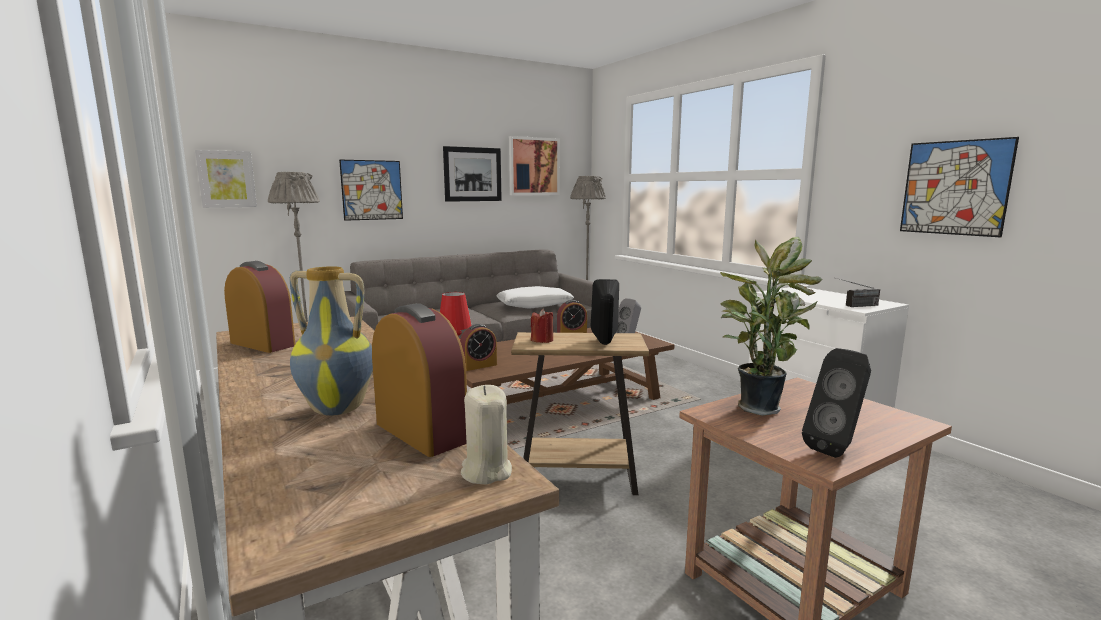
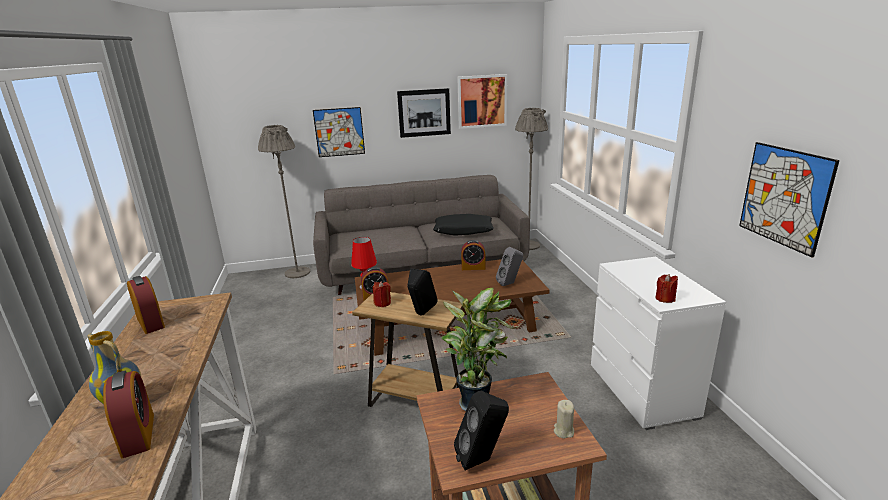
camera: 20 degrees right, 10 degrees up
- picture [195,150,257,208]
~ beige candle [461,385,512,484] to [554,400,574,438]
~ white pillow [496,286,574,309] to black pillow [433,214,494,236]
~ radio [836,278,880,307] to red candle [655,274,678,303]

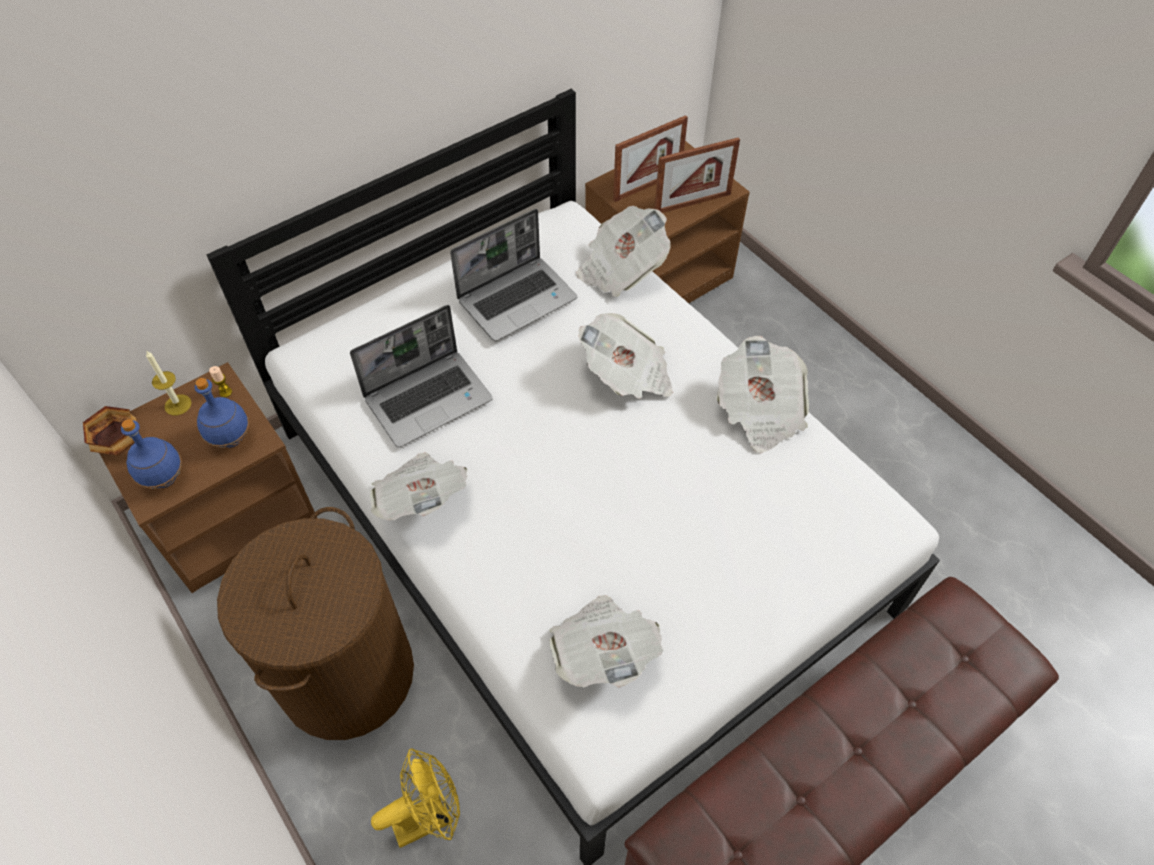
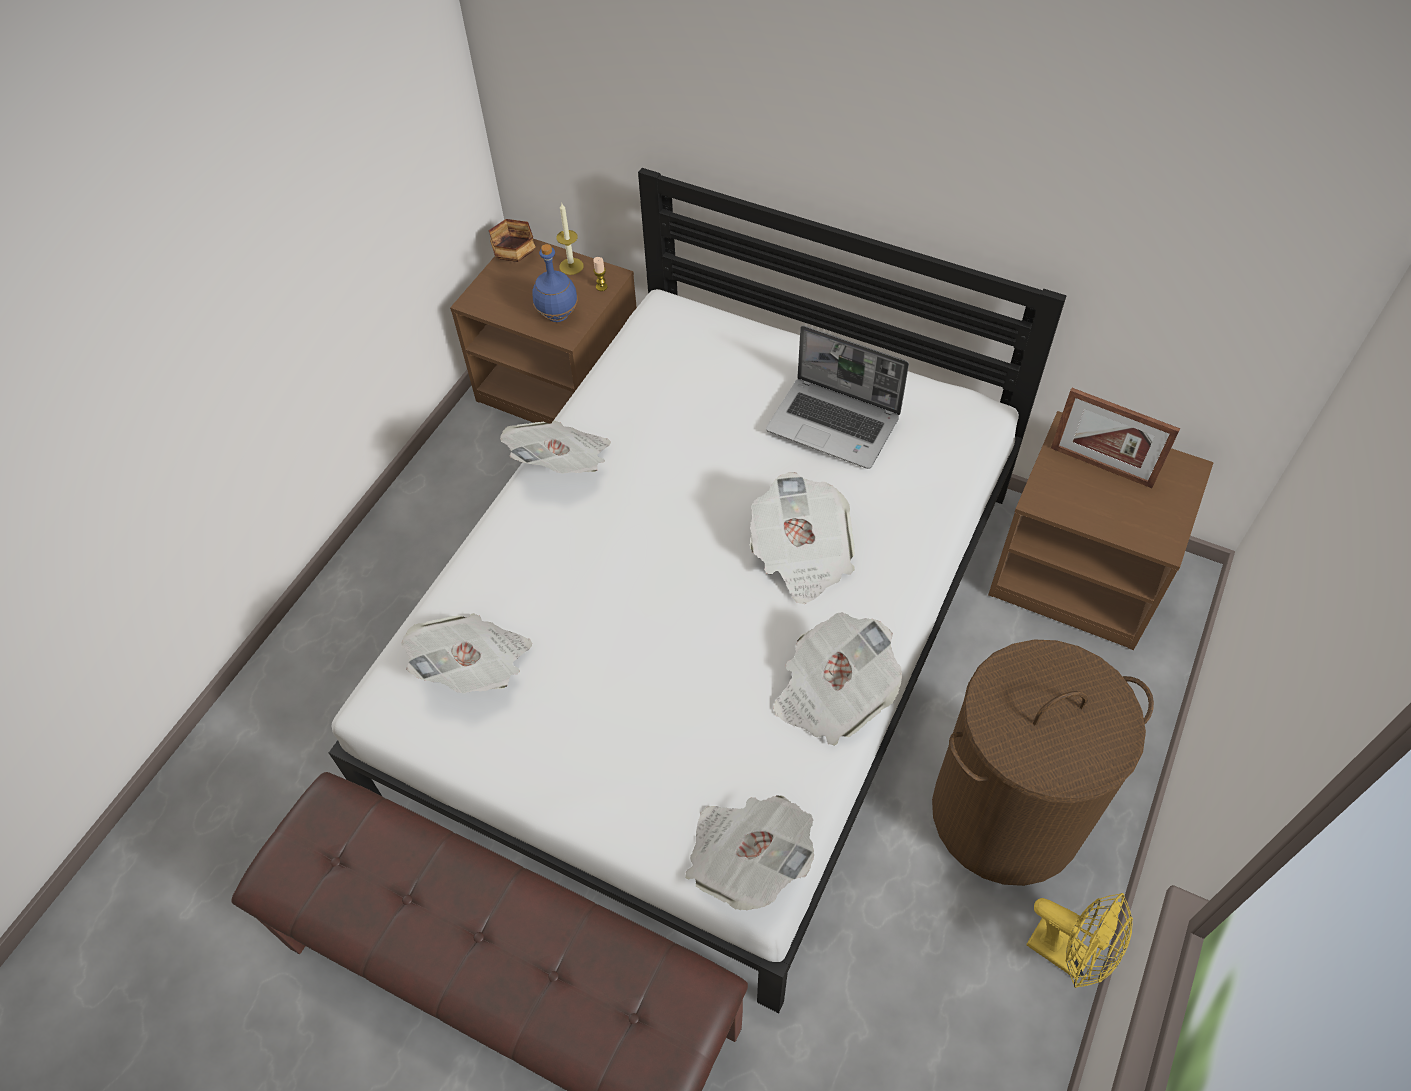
camera: 65 degrees right, 0 degrees up
- blue bottle [121,419,182,489]
~ brown laundry basket [217,507,414,740] to [932,639,1154,886]
- laptop [350,305,493,448]
~ yellow fan [371,748,460,848] to [1027,893,1133,988]
~ newspaper [577,206,671,297] to [685,795,814,910]
- picture frame [655,137,740,213]

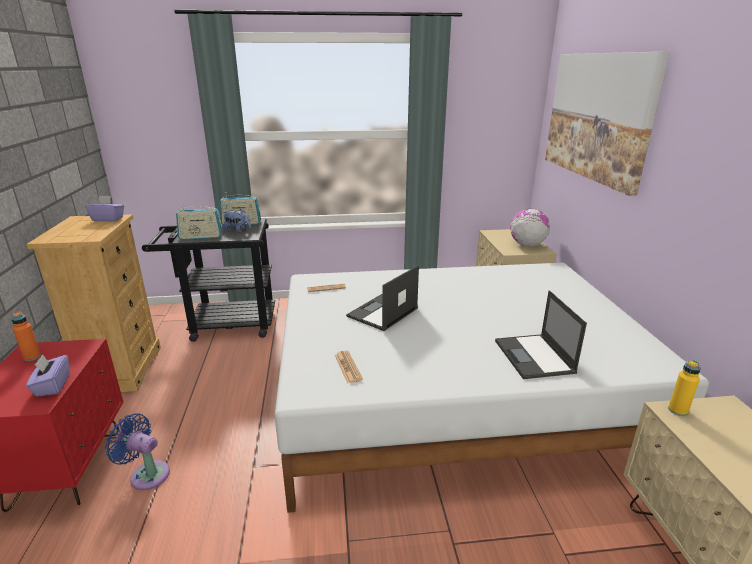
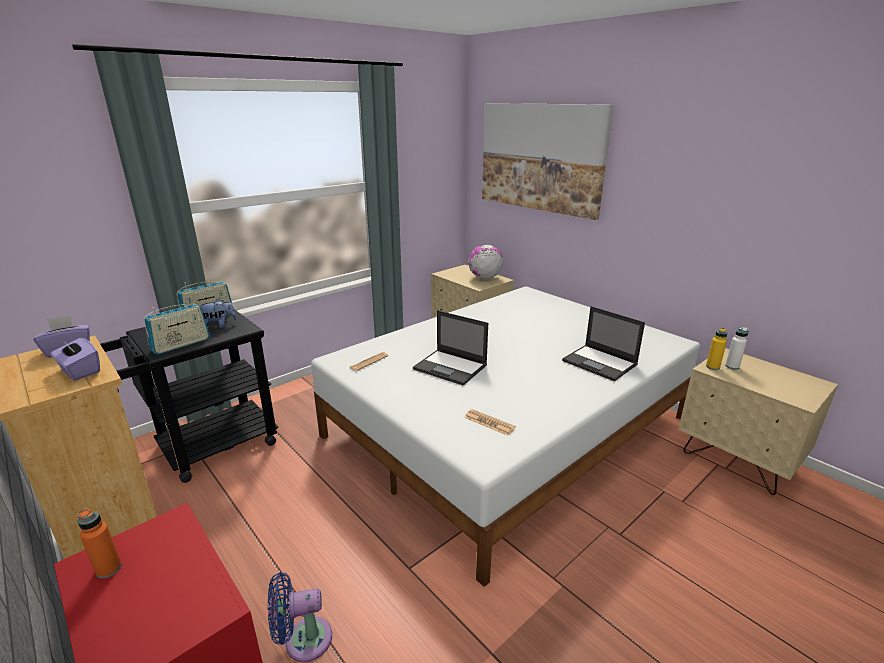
camera: 35 degrees left, 0 degrees up
~ purple tissue box [26,354,69,397] to [51,336,100,381]
~ laptop [346,265,419,331] = [413,310,488,386] 60 degrees counterclockwise
+ white bottle [725,327,749,370]

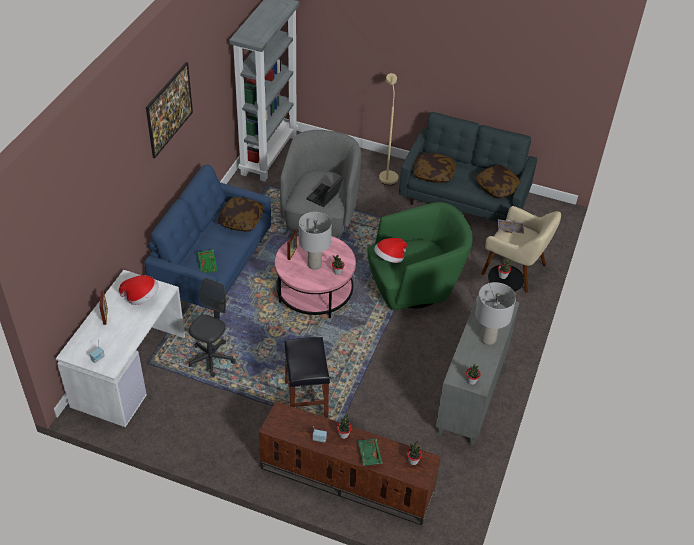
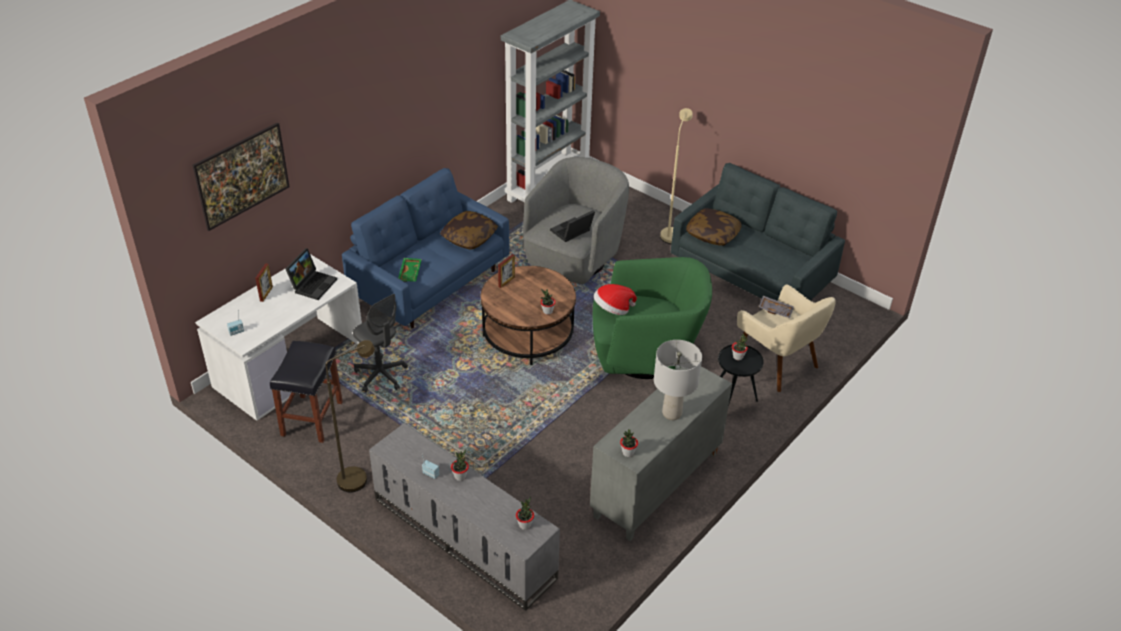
camera: 20 degrees right, 5 degrees down
~ hat [119,275,159,305] to laptop [285,248,337,300]
~ picture [146,62,193,158] to [192,123,290,231]
~ grey office chair [188,278,236,377] = [353,294,408,392] 90 degrees clockwise
~ brown tv stand [259,401,441,526] to grey tv stand [369,423,560,611]
~ pink coffee table [275,233,356,318] to brown coffee table [481,266,576,365]
~ black stool [284,337,330,418] to [270,341,343,443]
- grey table lamp [299,212,332,270]
- green tray [358,439,383,466]
- pillow [475,165,521,198]
+ brown floor lamp [325,340,375,492]

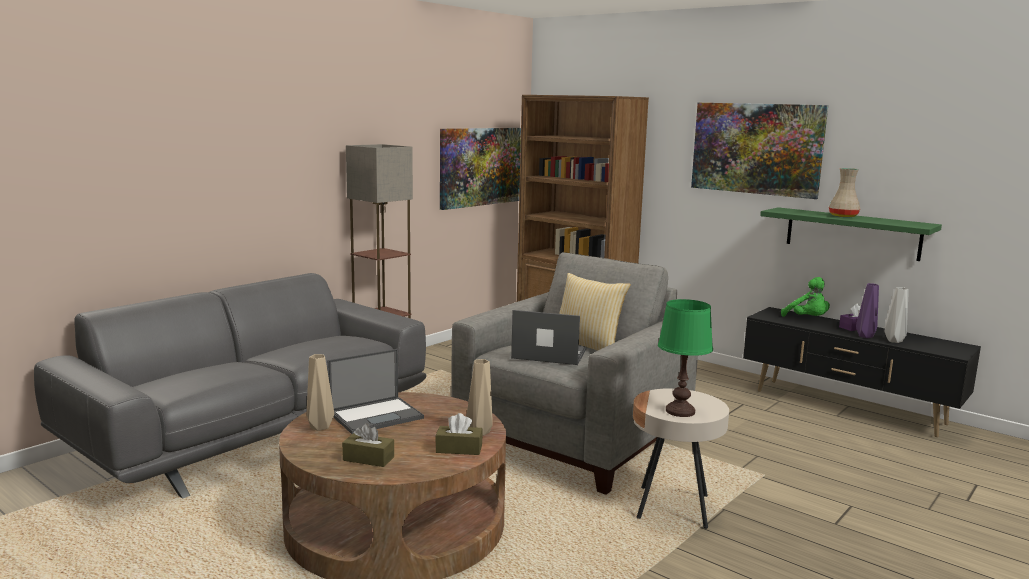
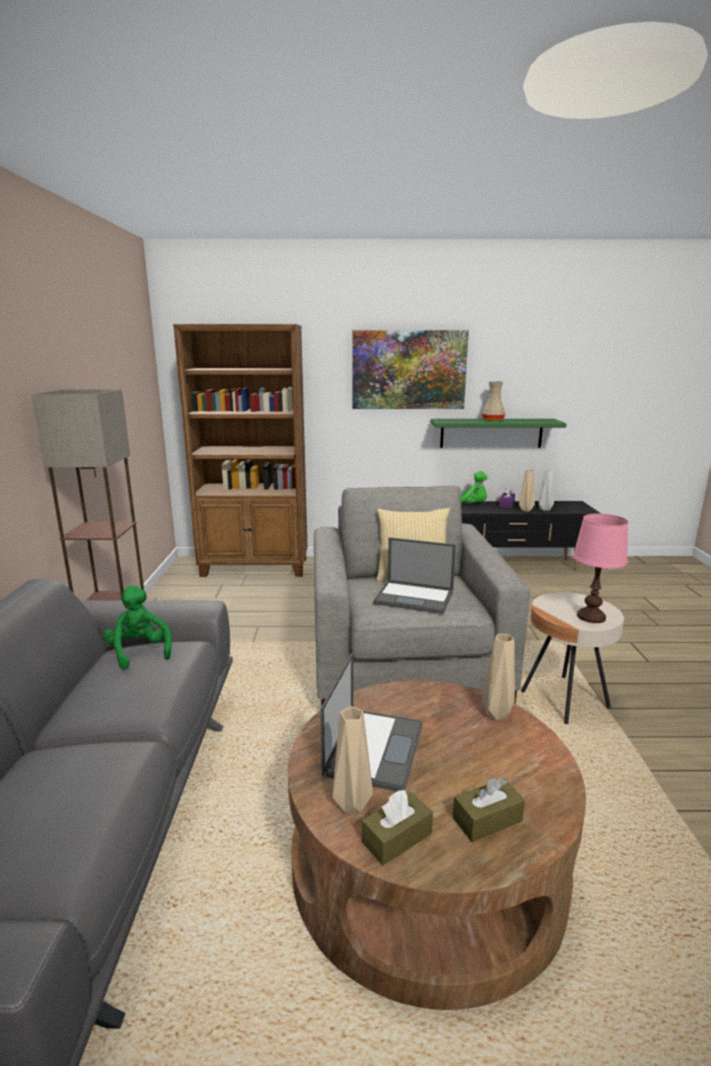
camera: 40 degrees left, 5 degrees up
~ brown tissue box [435,413,483,455] to [362,789,433,866]
- picture [440,128,521,210]
~ laptop [511,310,586,365] = [373,537,456,614] 135 degrees counterclockwise
~ green table lamp [658,299,713,417] to pink table lamp [573,513,628,623]
~ purple vase [856,283,879,338] to beige vase [519,469,535,512]
+ green plush toy [103,586,172,669]

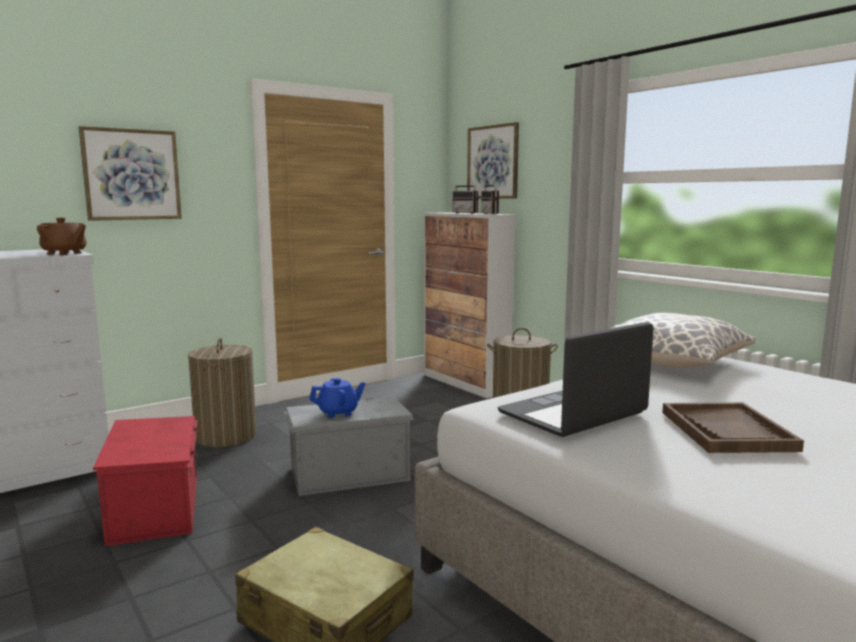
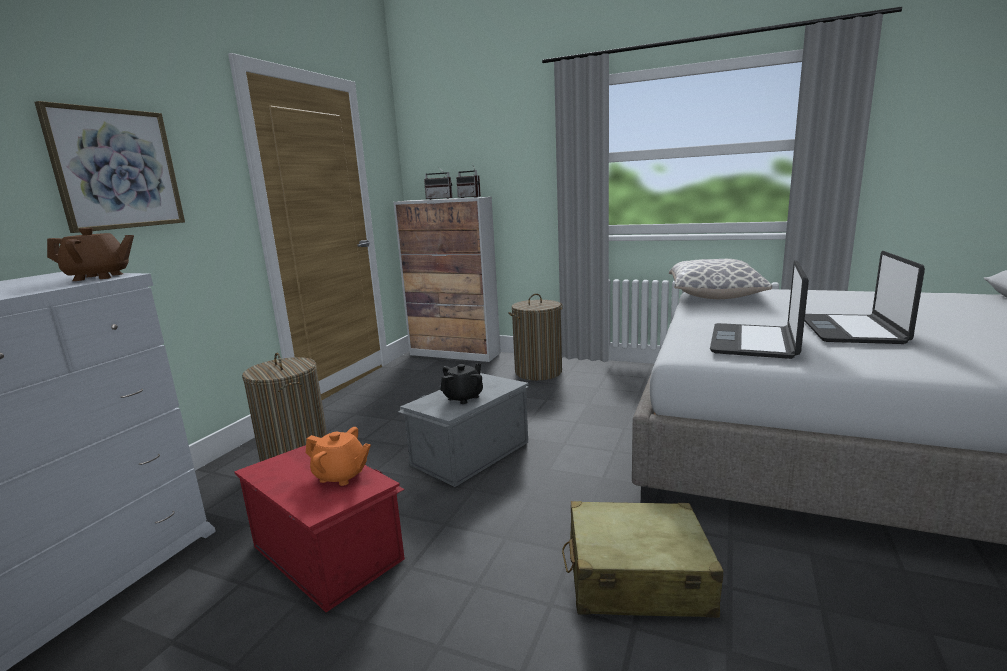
camera: 30 degrees left, 5 degrees up
~ blue teapot [309,378,366,418] to black teapot [440,363,483,404]
- picture [467,122,519,199]
~ brown tray [662,402,804,453] to laptop [805,251,925,344]
+ orange teapot [306,427,371,486]

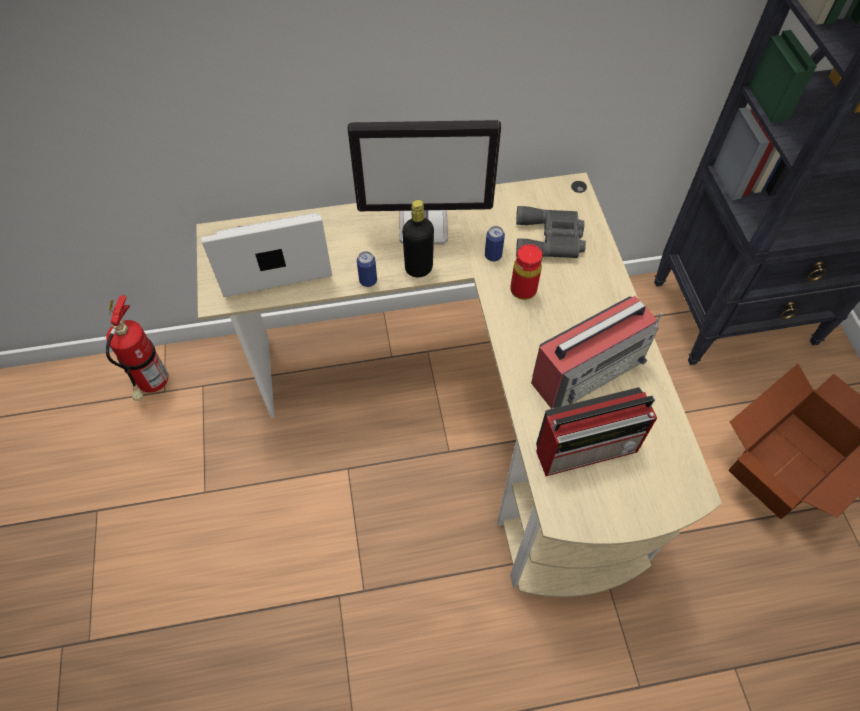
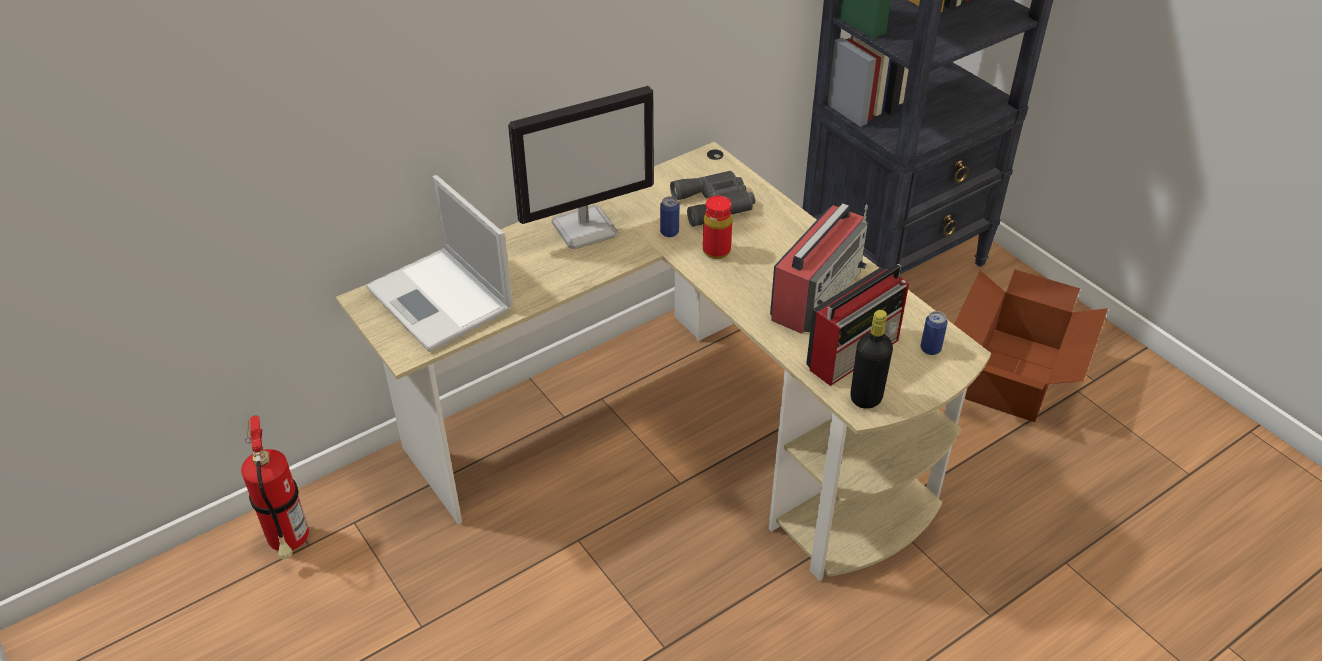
camera: 25 degrees left, 15 degrees down
~ laptop [201,212,332,297] = [366,175,513,352] 90 degrees counterclockwise
~ can [357,251,377,287] to [920,311,948,355]
~ black bottle [402,200,434,277] to [851,310,893,409]

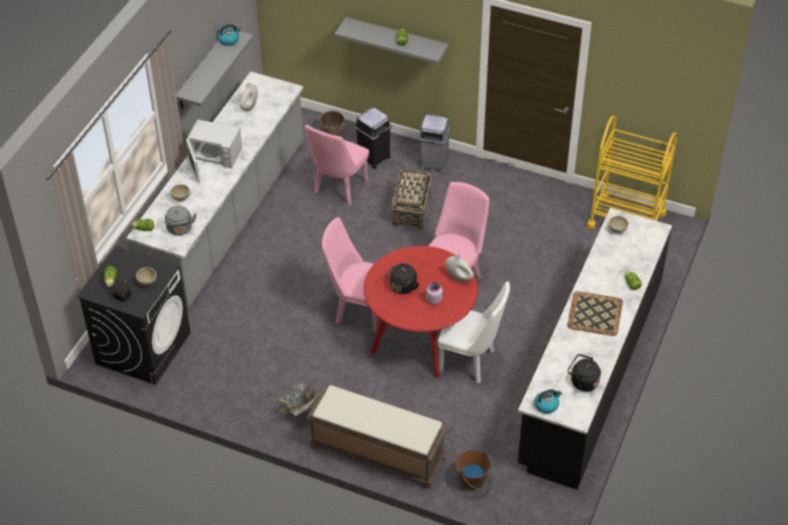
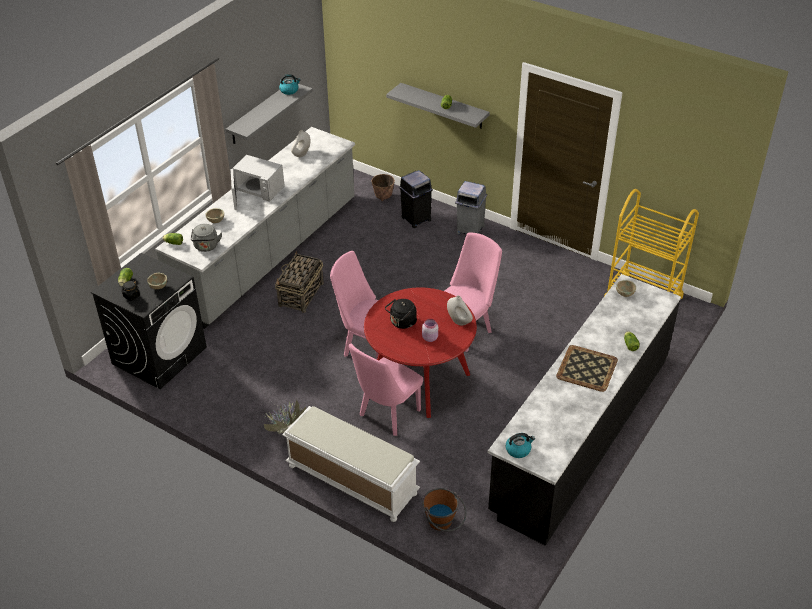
camera: 10 degrees right, 5 degrees down
~ pink chair [305,125,369,206] to [349,344,423,436]
~ brown bench [306,385,448,488] to white bench [282,406,420,522]
~ basket [392,167,431,230] to [275,252,324,313]
- white chair [437,281,510,384]
- black kettle [567,354,601,392]

